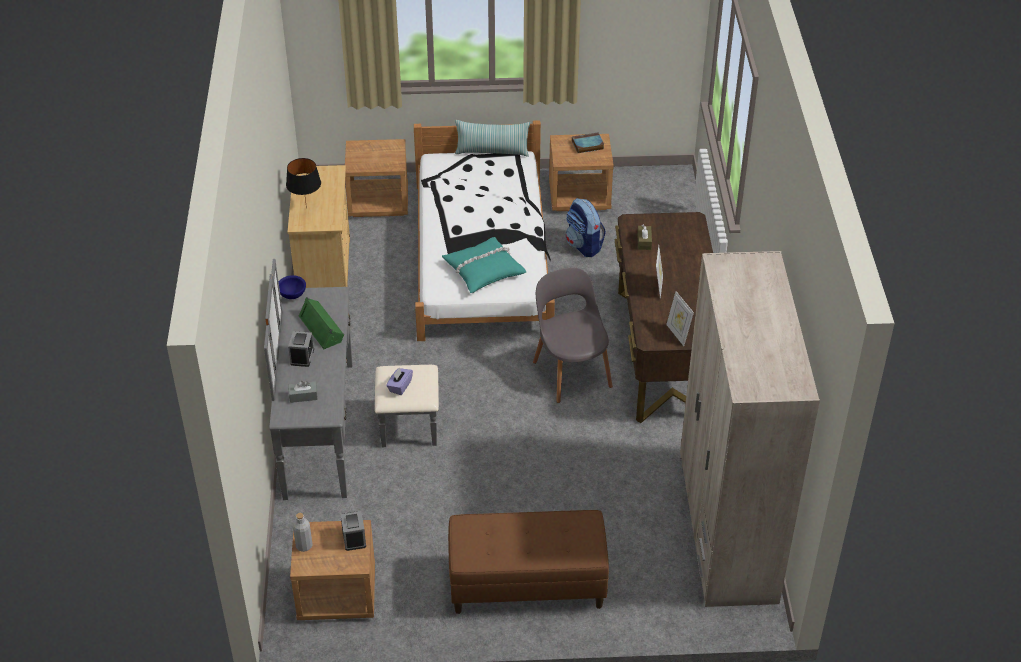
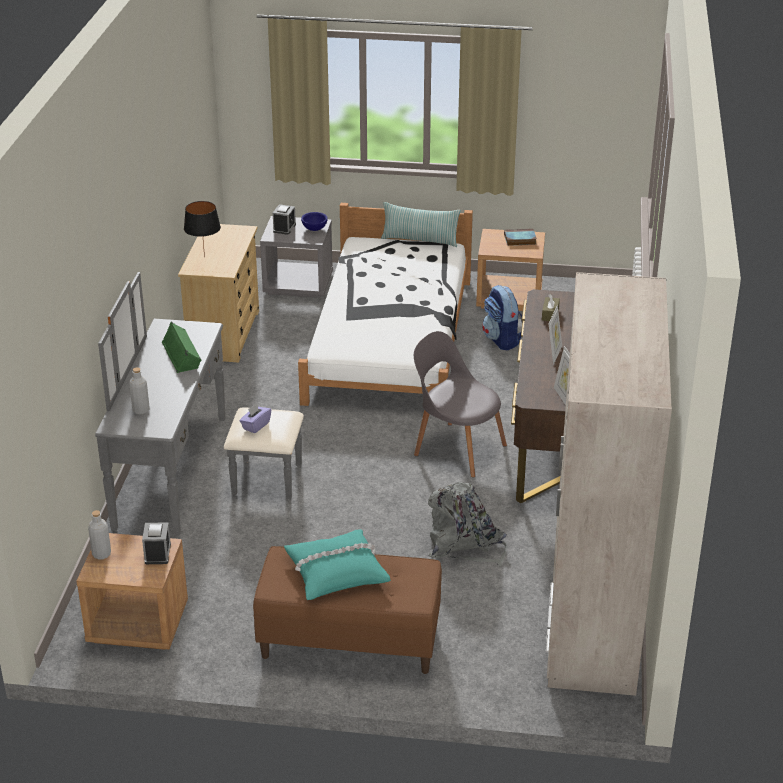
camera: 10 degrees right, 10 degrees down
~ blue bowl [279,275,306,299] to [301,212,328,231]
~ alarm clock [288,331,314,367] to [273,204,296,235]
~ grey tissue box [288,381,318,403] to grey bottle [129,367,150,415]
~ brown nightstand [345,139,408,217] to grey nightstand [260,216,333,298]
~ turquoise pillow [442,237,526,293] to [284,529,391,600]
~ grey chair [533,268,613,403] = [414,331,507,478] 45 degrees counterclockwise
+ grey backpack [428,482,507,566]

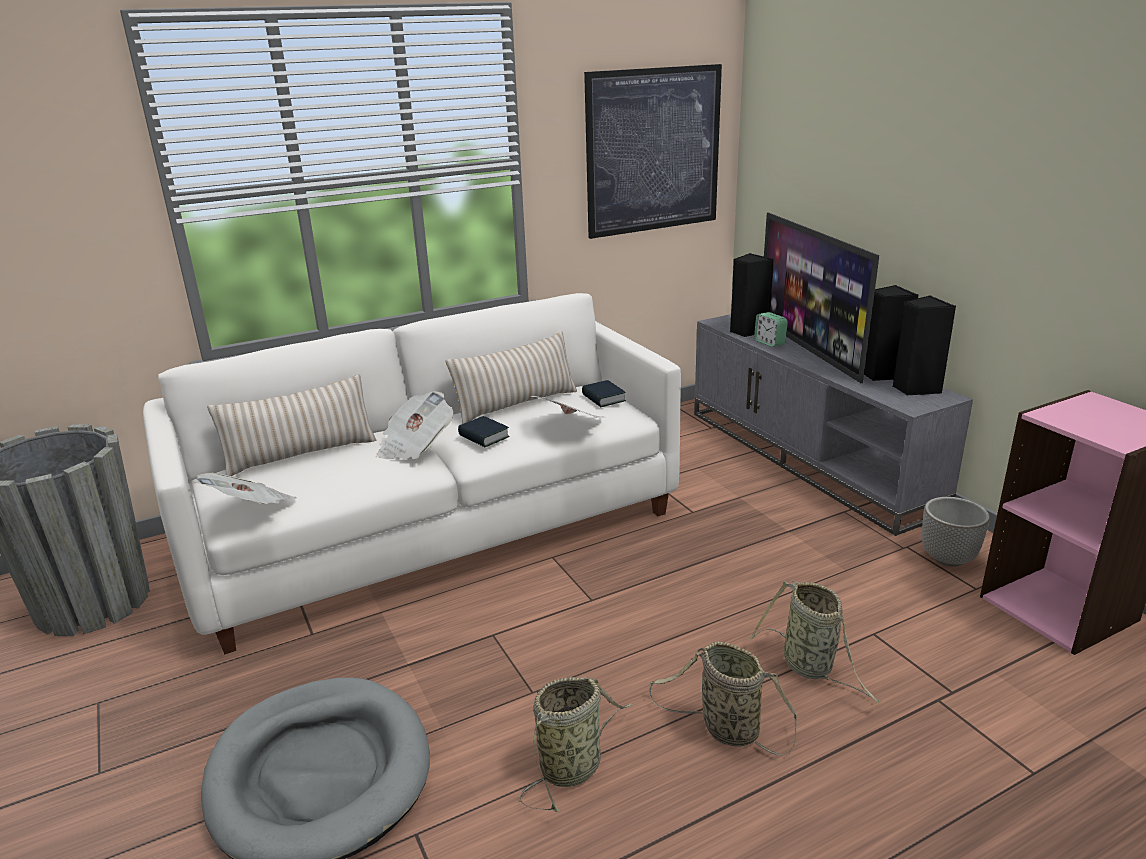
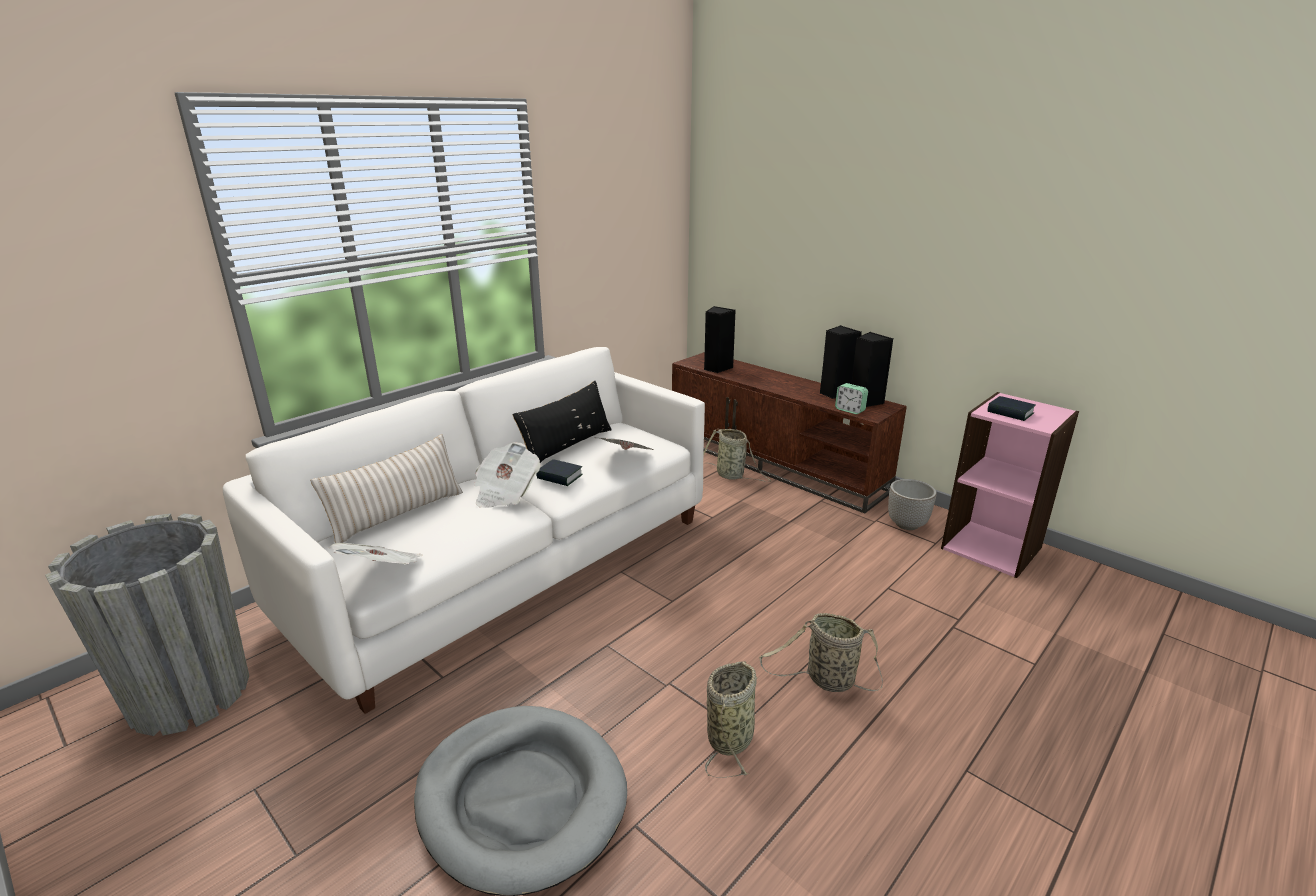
camera: 20 degrees left, 0 degrees up
~ beige pillow [445,332,577,424] to black pillow [513,381,612,463]
~ book [582,380,626,407] to [987,396,1036,421]
- picture [584,64,722,239]
~ grey tv stand [694,314,973,536] to brown tv stand [672,352,907,514]
~ basket [750,580,880,703] to [703,429,771,482]
~ alarm clock [754,312,788,347] to [835,383,868,414]
- television [764,212,879,383]

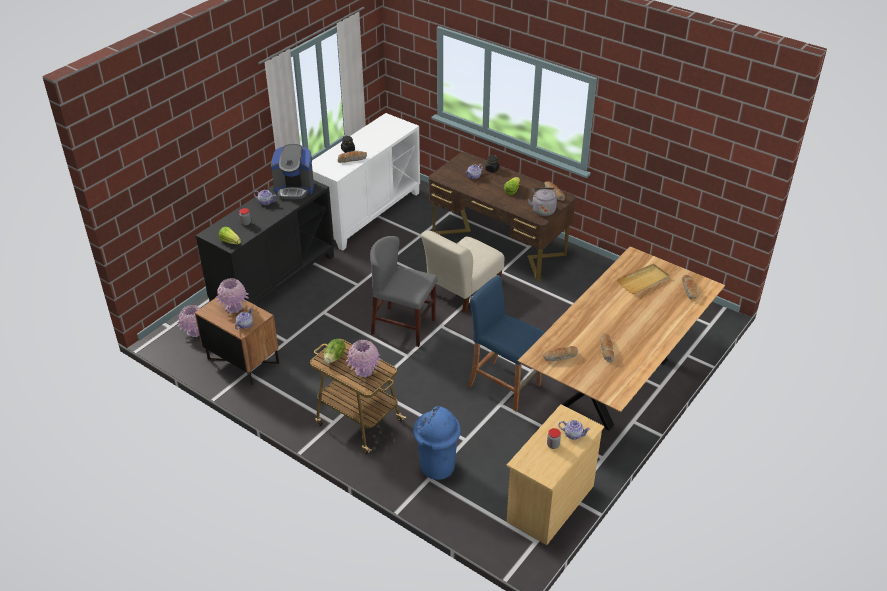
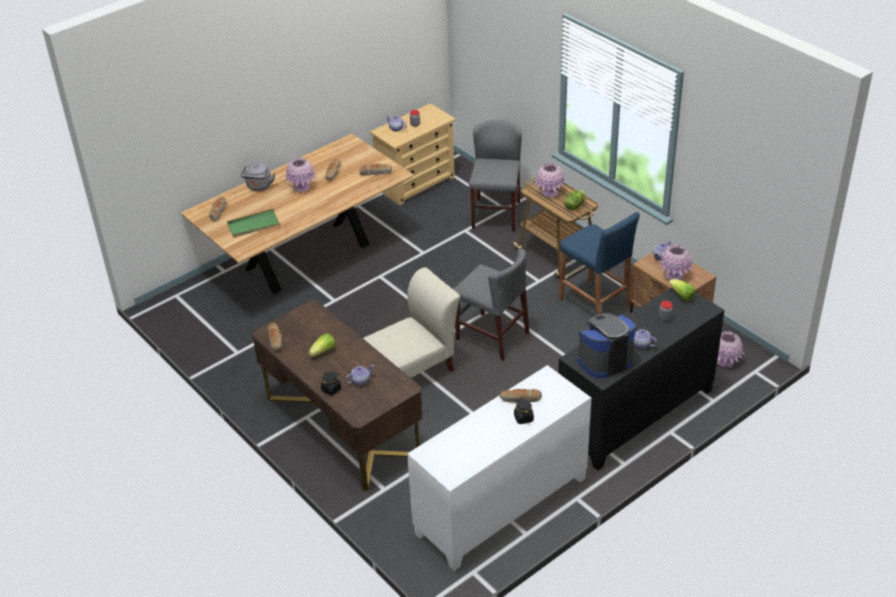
camera: 165 degrees left, 0 degrees up
~ coffee machine [271,144,314,199] = [578,313,636,378] 45 degrees counterclockwise
~ blue trash can [413,406,461,480] to grey chair [469,120,522,231]
~ blue stool [468,275,545,411] to [559,212,640,314]
~ grey kettle [528,188,557,216] to [241,162,275,191]
~ beige tray [617,264,670,294] to green tray [227,208,281,238]
+ pink vase [284,157,317,193]

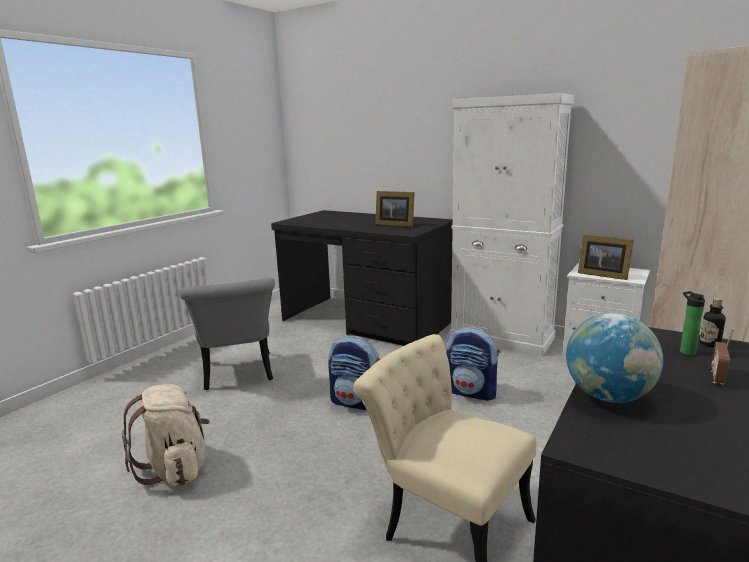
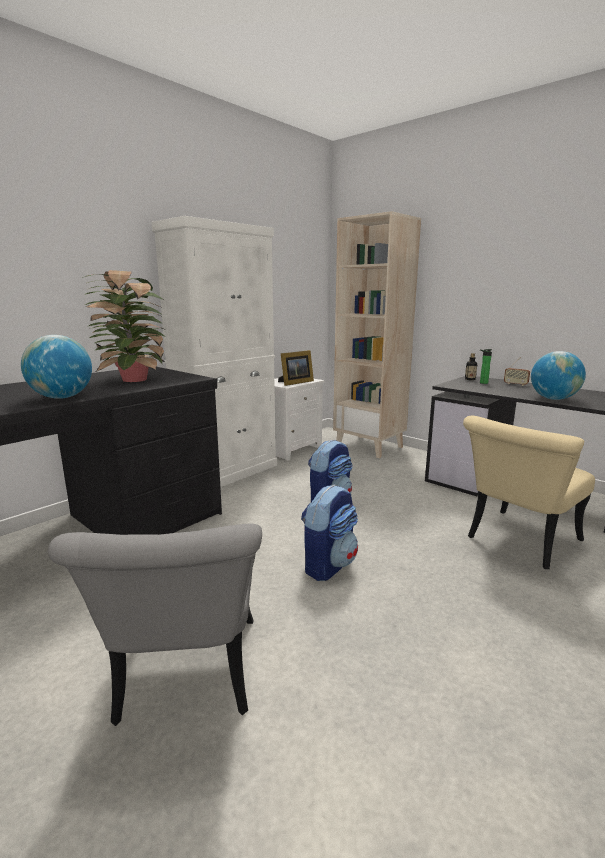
camera: 80 degrees left, 0 degrees up
- beige backpack [122,384,210,486]
~ grey chair [179,278,275,390] = [48,524,262,726] 90 degrees clockwise
~ picture frame [375,191,415,227] to potted plant [82,270,164,382]
+ globe [21,335,92,399]

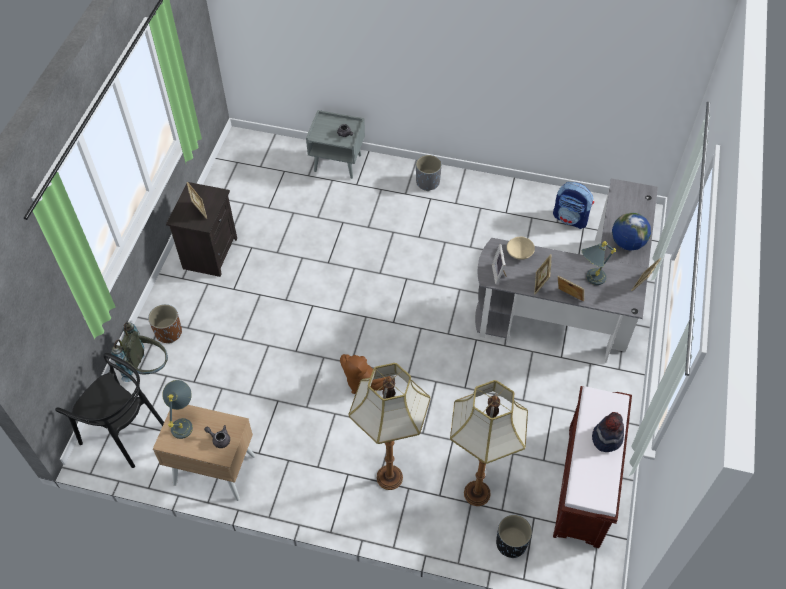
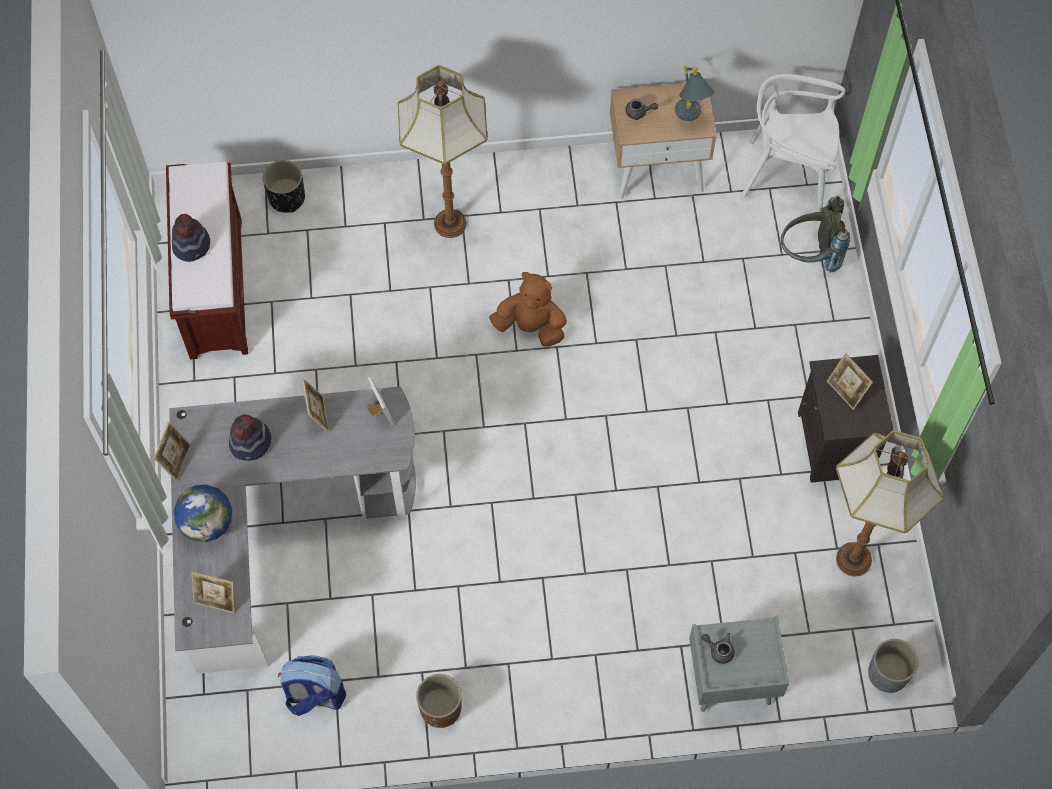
camera: 160 degrees right, 10 degrees up
~ black chair [55,353,164,468] to white chair [741,74,845,212]
~ brown planter [148,304,182,344] to [416,674,462,728]
~ grey planter [416,155,442,191] to [868,639,919,693]
~ floor lamp [450,380,528,506] to [836,430,944,576]
- beige bowl [507,237,535,260]
~ picture frame [558,276,584,302] to [192,572,235,613]
~ grey table lamp [582,241,616,285] to hat [229,414,271,461]

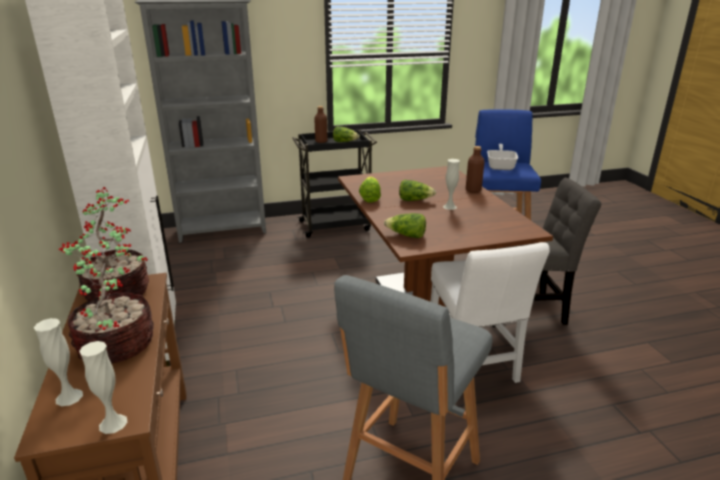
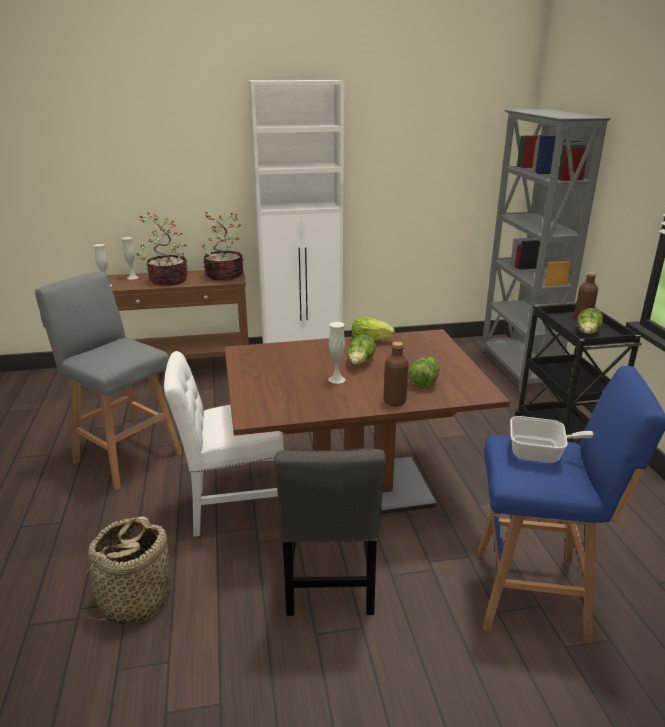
camera: 95 degrees right, 0 degrees up
~ lettuce [384,213,426,238] to [408,357,439,388]
+ basket [81,517,171,624]

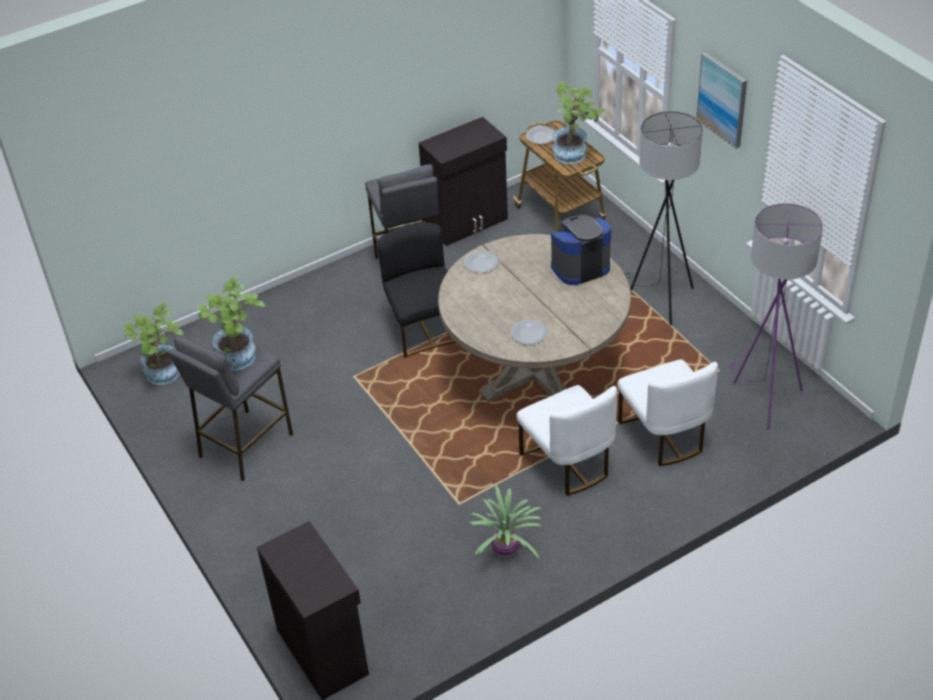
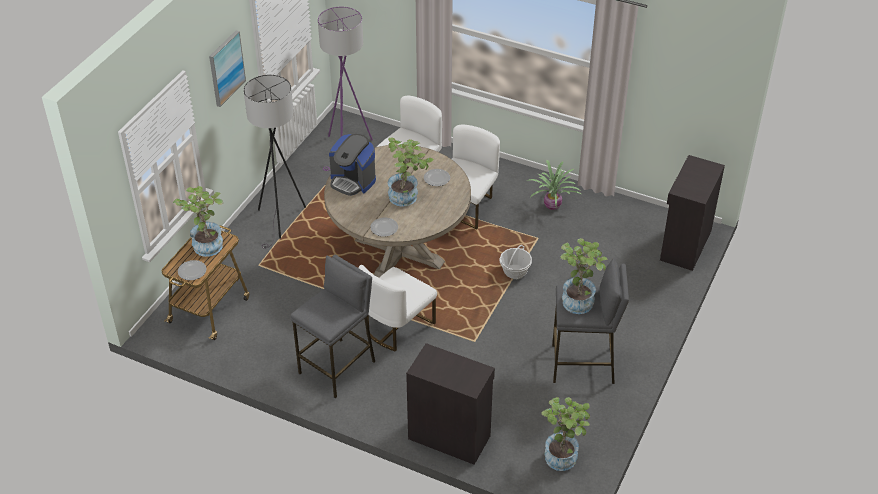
camera: 125 degrees left, 0 degrees up
~ black chair [377,223,456,358] to white chair [359,265,437,352]
~ black cabinet [419,117,508,246] to [406,343,495,465]
+ potted plant [387,138,434,207]
+ basket [500,245,532,279]

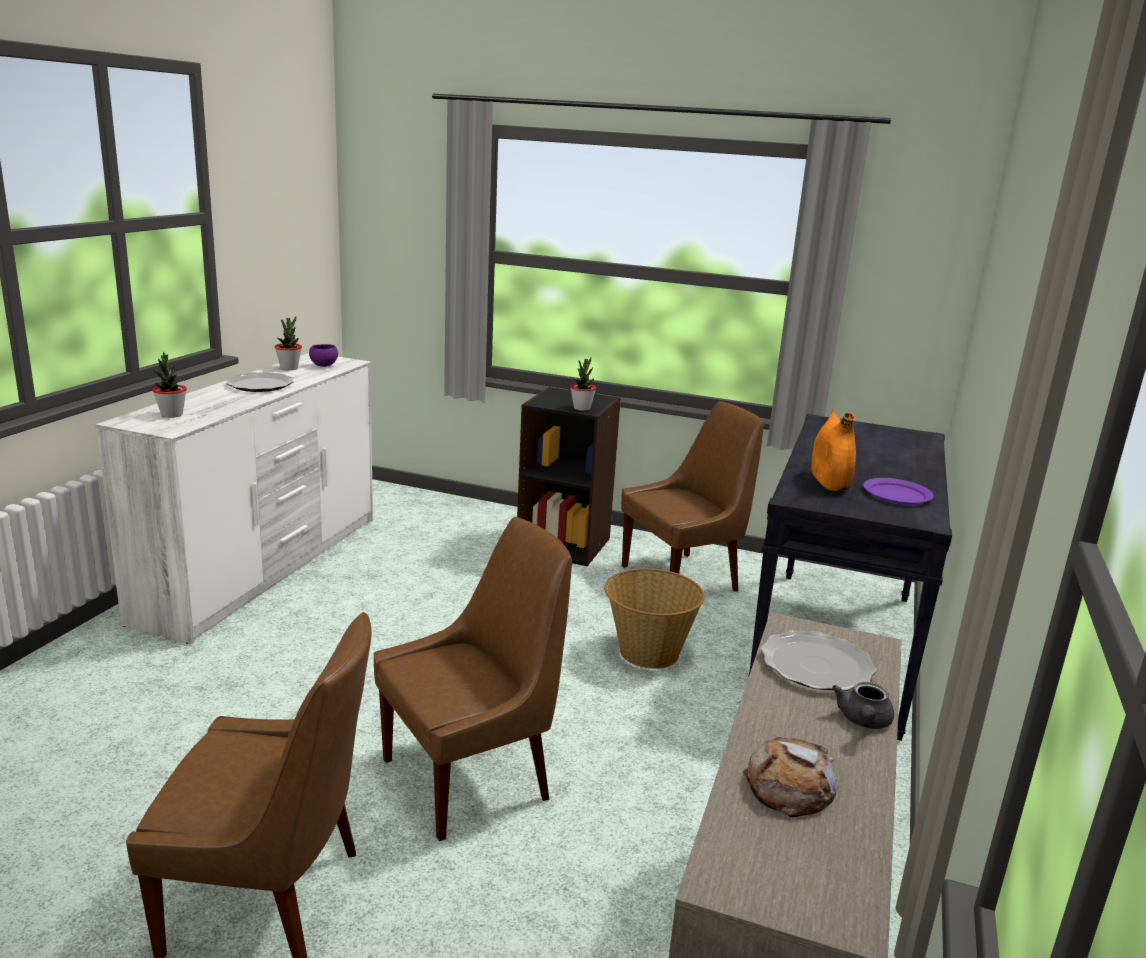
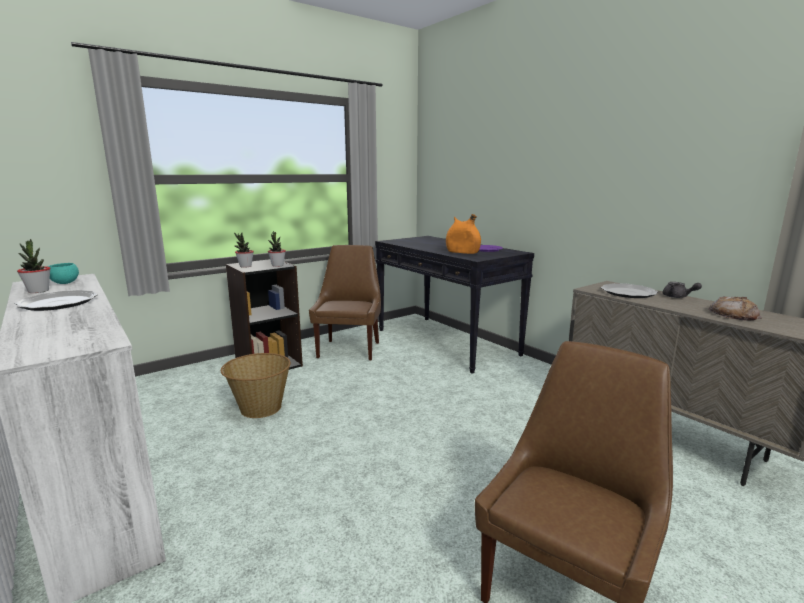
camera: 55 degrees left, 5 degrees down
~ potted plant [152,352,187,418] to [234,232,254,268]
~ purple bowl [309,344,338,367] to turquoise bowl [48,263,79,284]
- brown chair [374,517,572,841]
~ basket [604,568,705,669] to [221,353,291,418]

